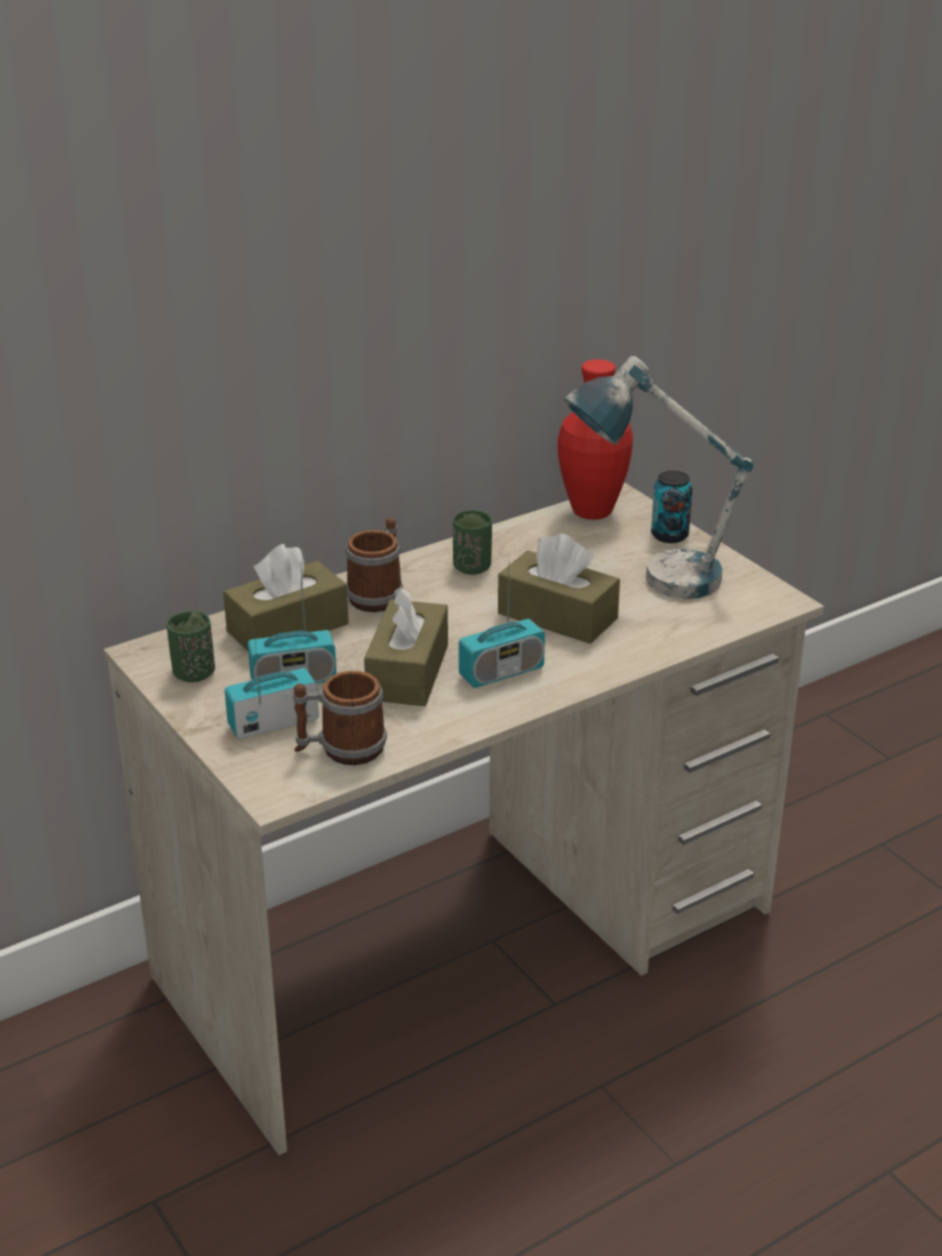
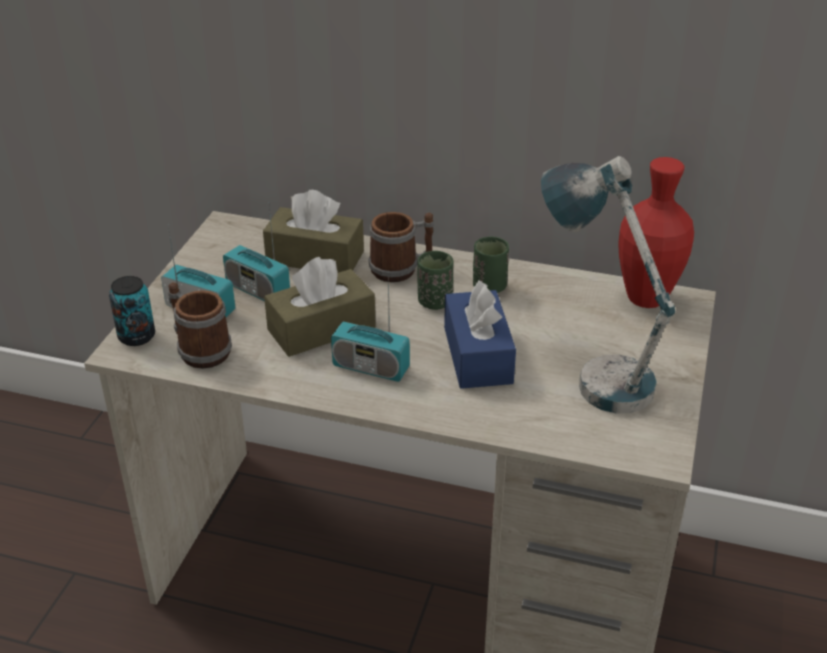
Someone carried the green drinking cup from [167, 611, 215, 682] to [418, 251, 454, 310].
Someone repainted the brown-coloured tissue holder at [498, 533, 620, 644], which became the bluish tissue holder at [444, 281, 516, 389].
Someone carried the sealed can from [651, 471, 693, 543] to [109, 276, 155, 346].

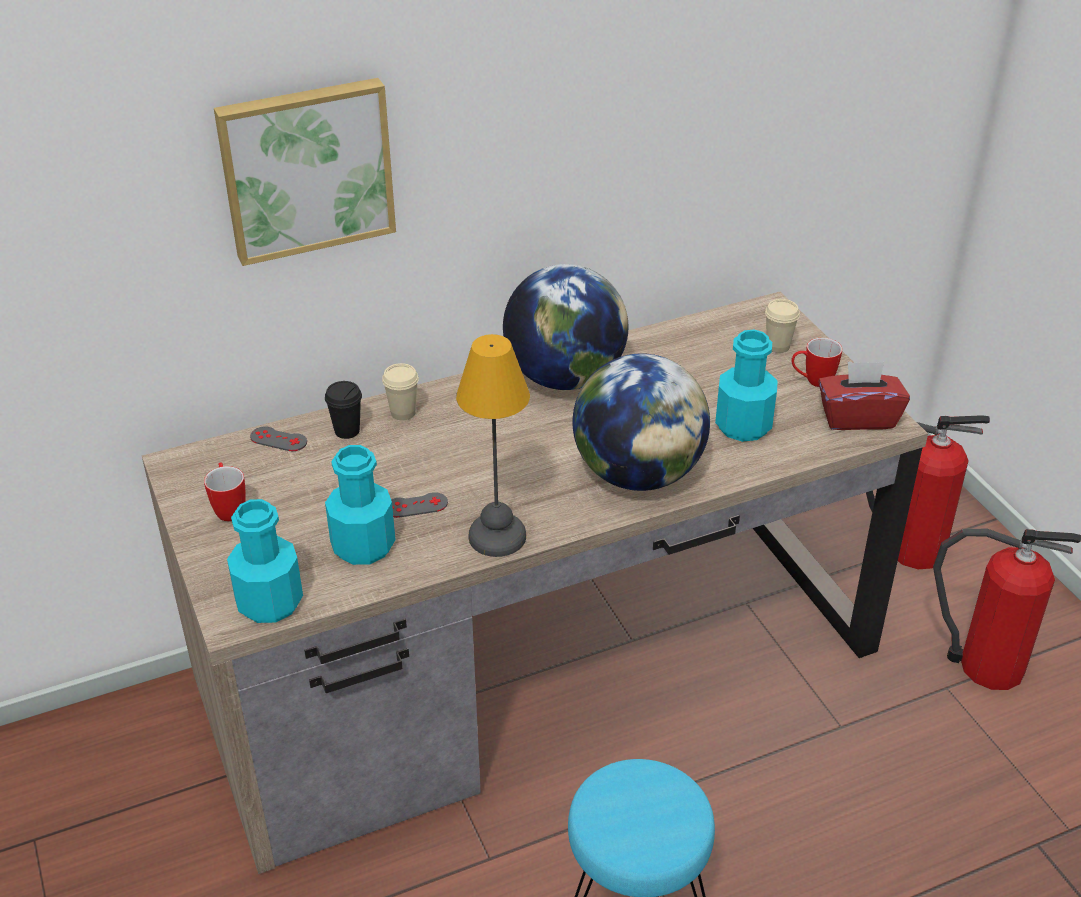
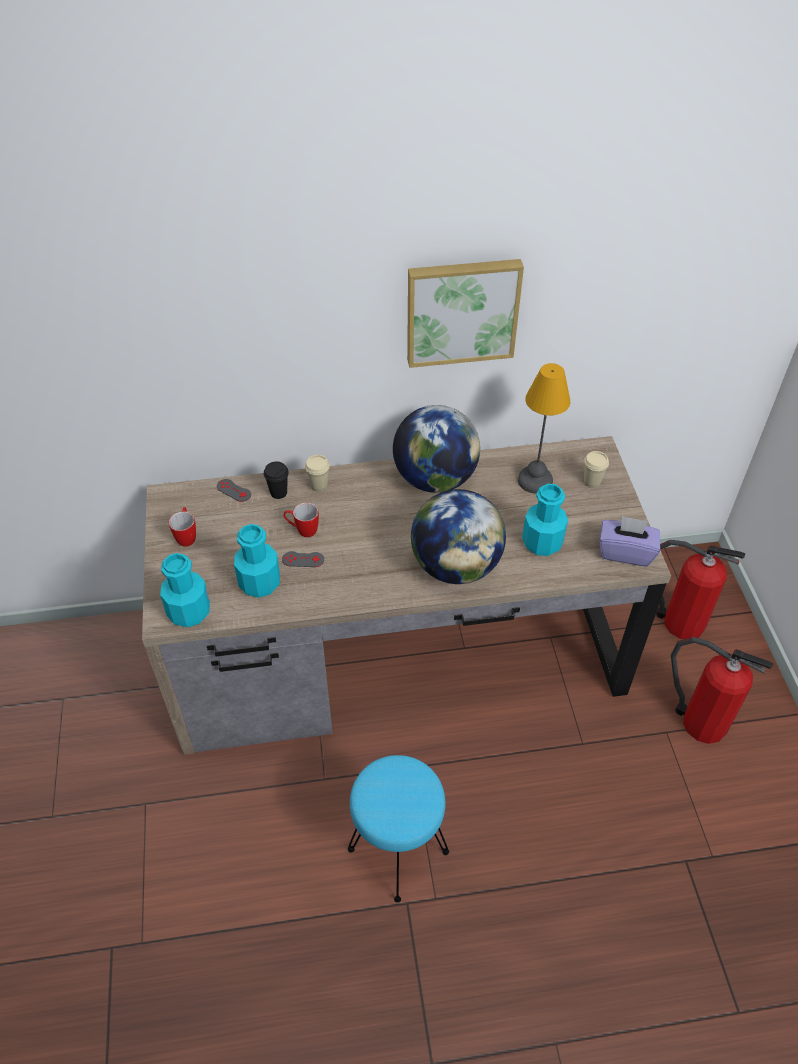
Someone carried the wall picture from [214, 78, 396, 266] to [407, 259, 524, 368].
Someone carried the tabletop lamp from [456, 334, 530, 557] to [518, 363, 570, 494].
Someone carried the tea mug from [791, 338, 842, 387] to [284, 502, 319, 537].
Someone repainted the red-coloured tissue holder at [818, 361, 910, 430], which became the purple-coloured tissue holder at [599, 516, 660, 567].

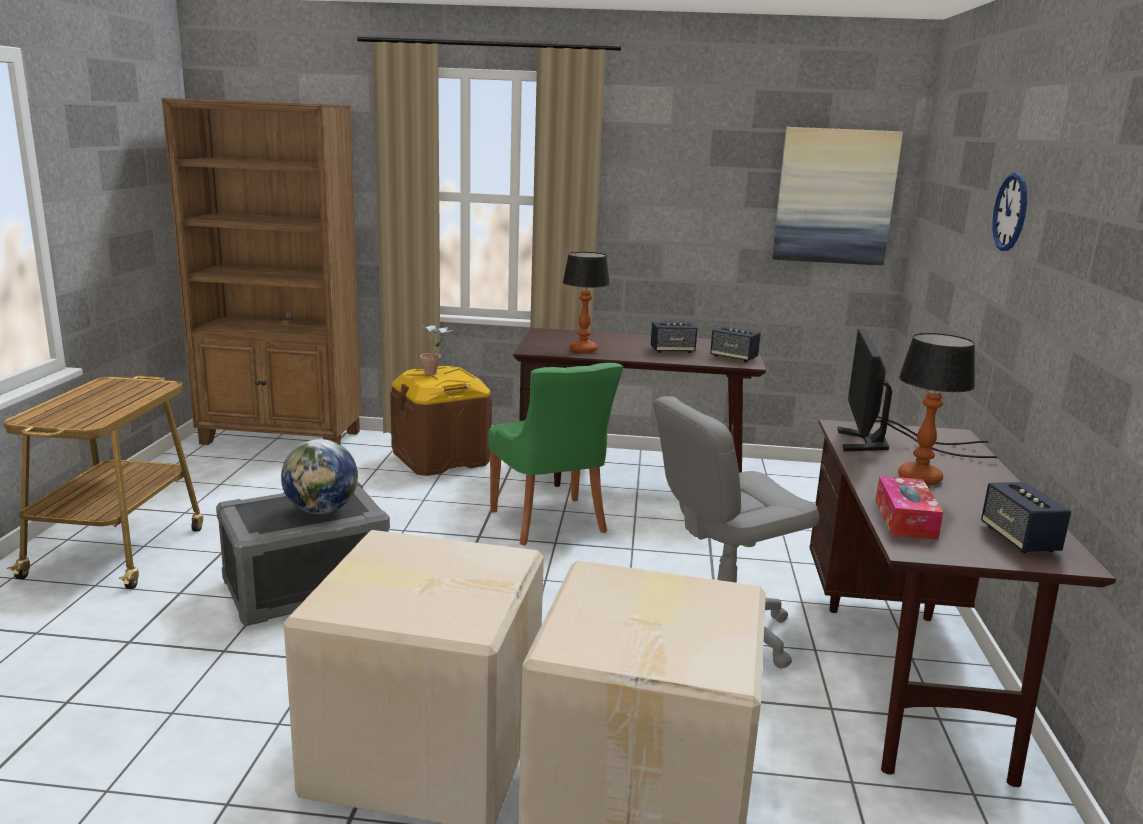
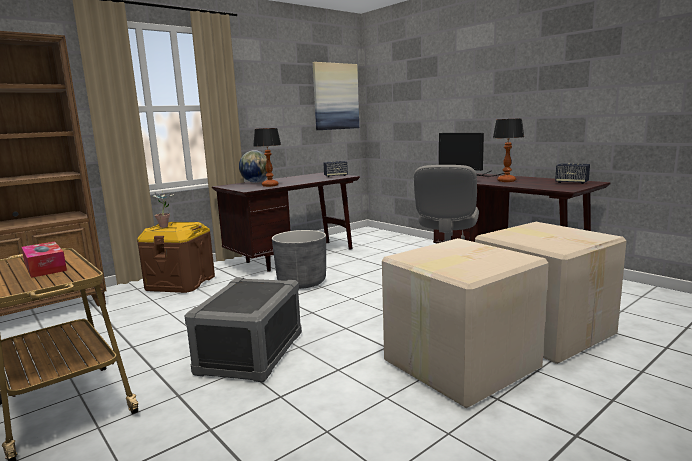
Someone carried the globe from [281, 439, 358, 514] to [239, 150, 267, 183].
Someone swapped the green plain chair at [488, 363, 623, 546] for the grey flower pot at [272, 230, 326, 289].
Someone took away the loudspeaker at [650, 322, 697, 353].
Someone carried the tissue holder from [876, 476, 943, 540] to [21, 241, 67, 278].
Someone took away the hanging clock at [992, 173, 1027, 251].

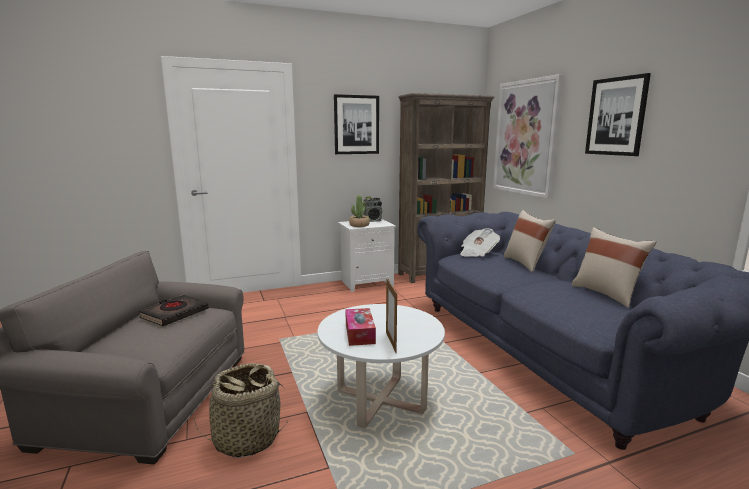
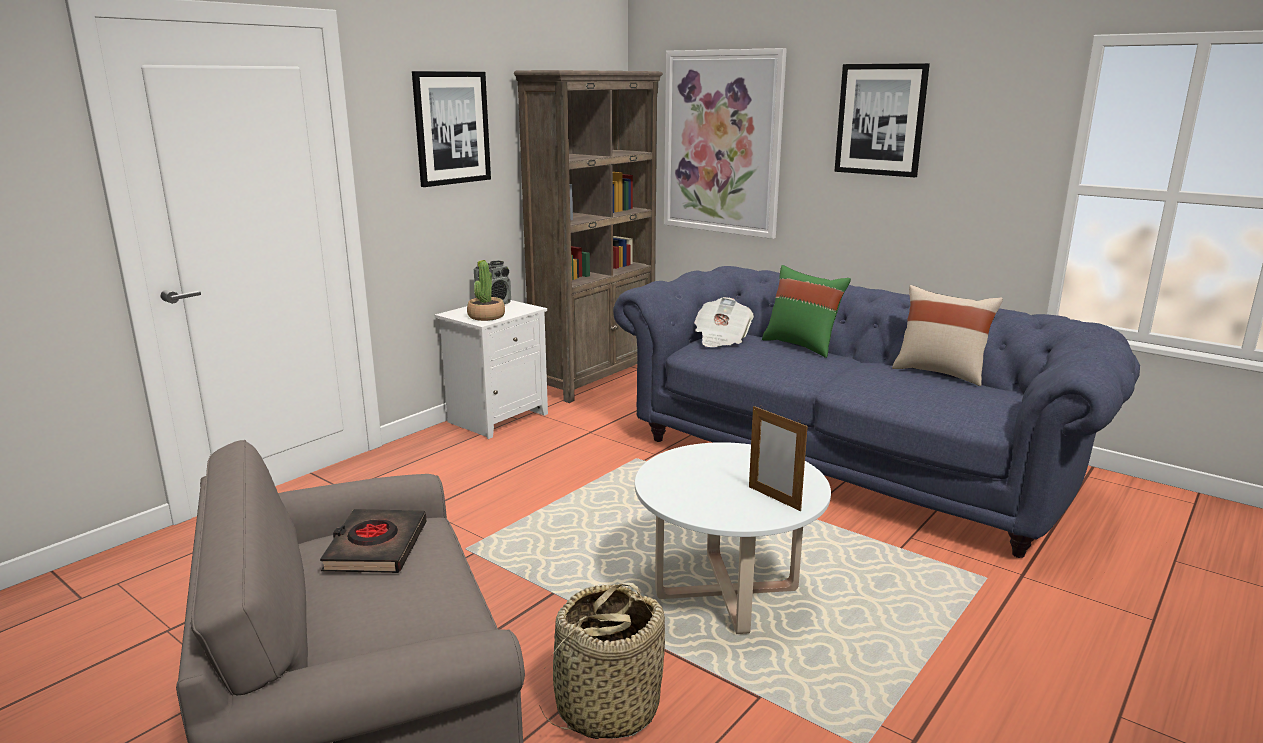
Someone took away the tissue holder at [345, 308, 376, 346].
Someone repainted the beige-coloured pillow at [504, 210, 556, 272], which became the green pillow at [762, 265, 851, 358].

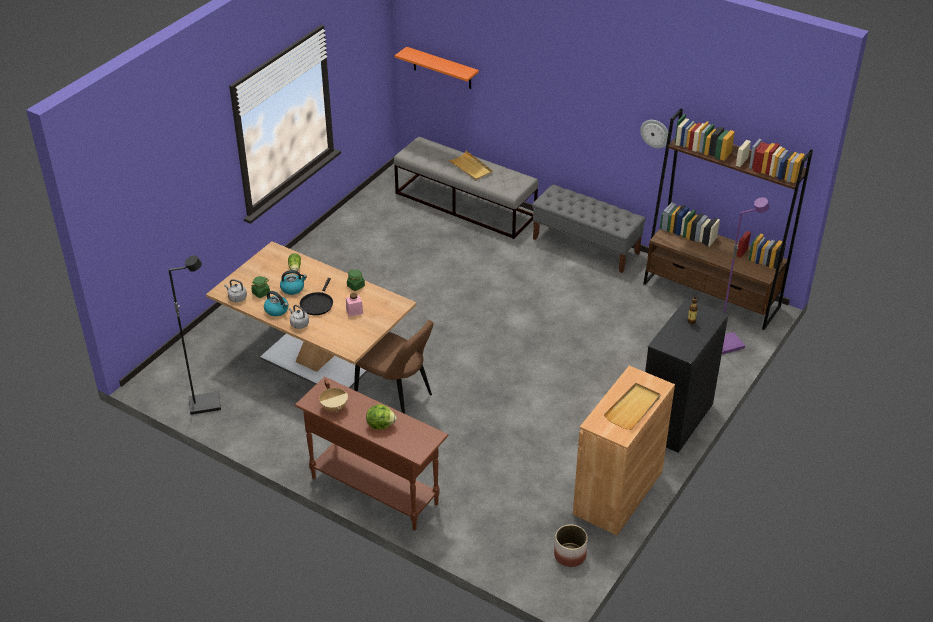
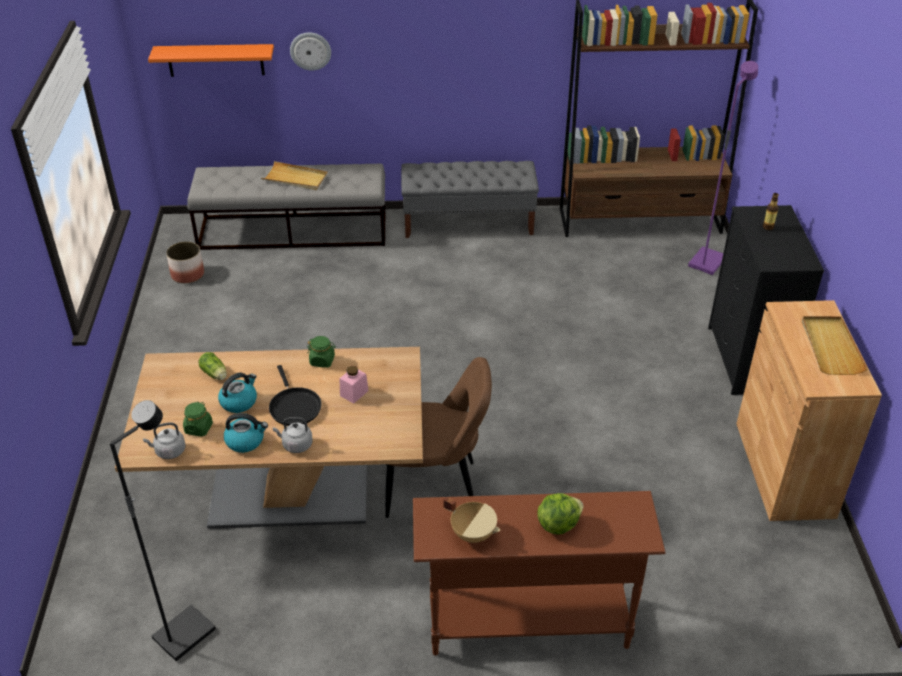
Someone carried the flower pot from [554, 525, 588, 567] to [166, 242, 204, 283].
Someone carried the hanging clock from [640, 120, 668, 148] to [290, 32, 331, 71].

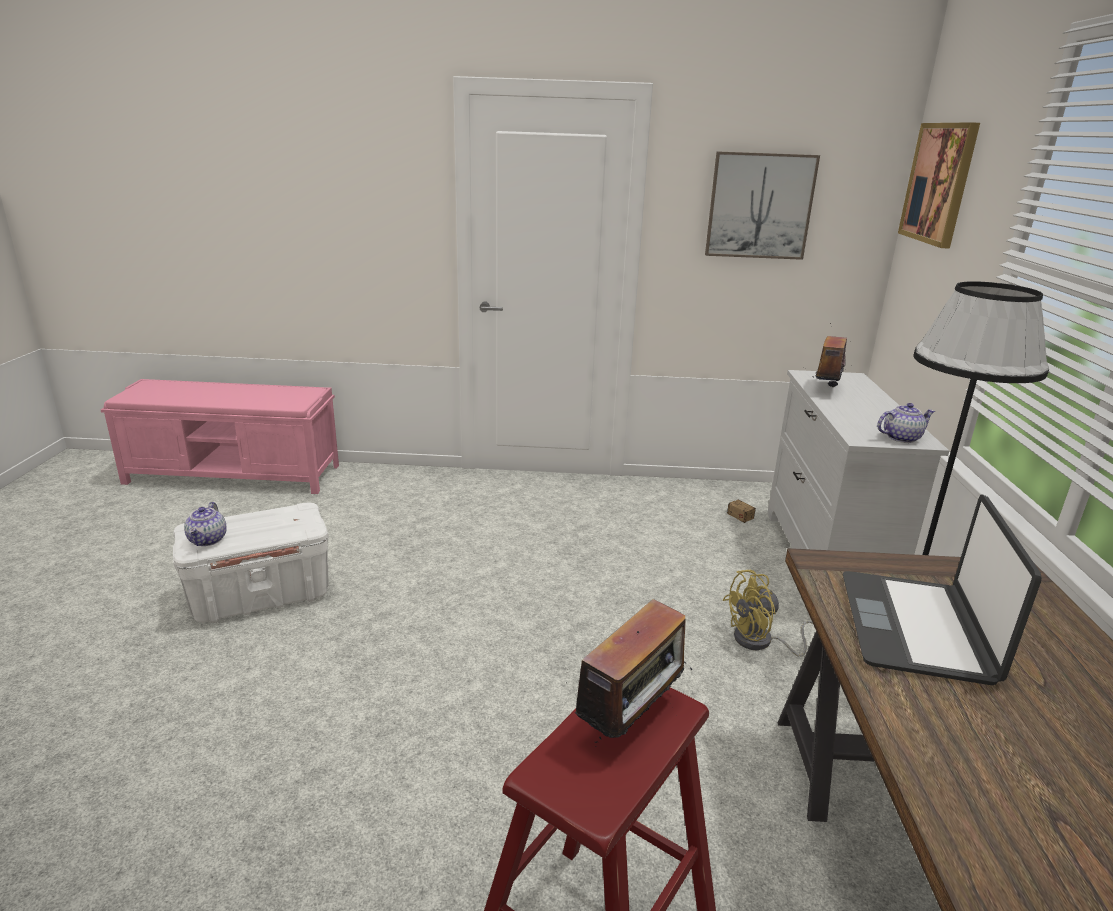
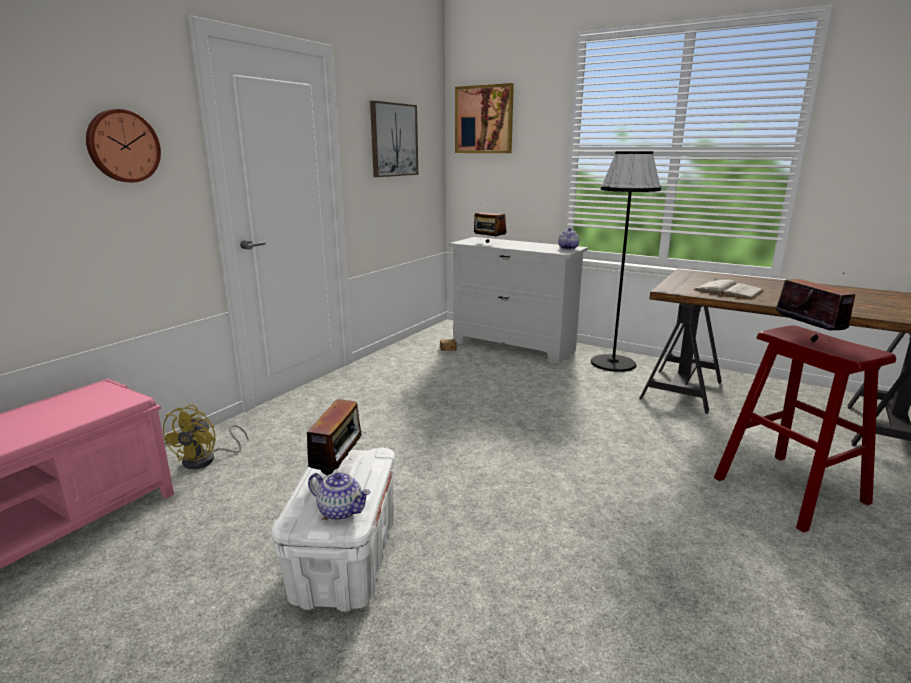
Someone carried the yellowish cooling fan from [723, 570, 813, 657] to [163, 404, 248, 469].
Someone swapped the laptop at [843, 494, 1042, 685] for the whitish book at [693, 278, 764, 299].
Someone put up the hanging clock at [86, 109, 161, 182].
Someone put down the radio receiver at [300, 399, 366, 479].

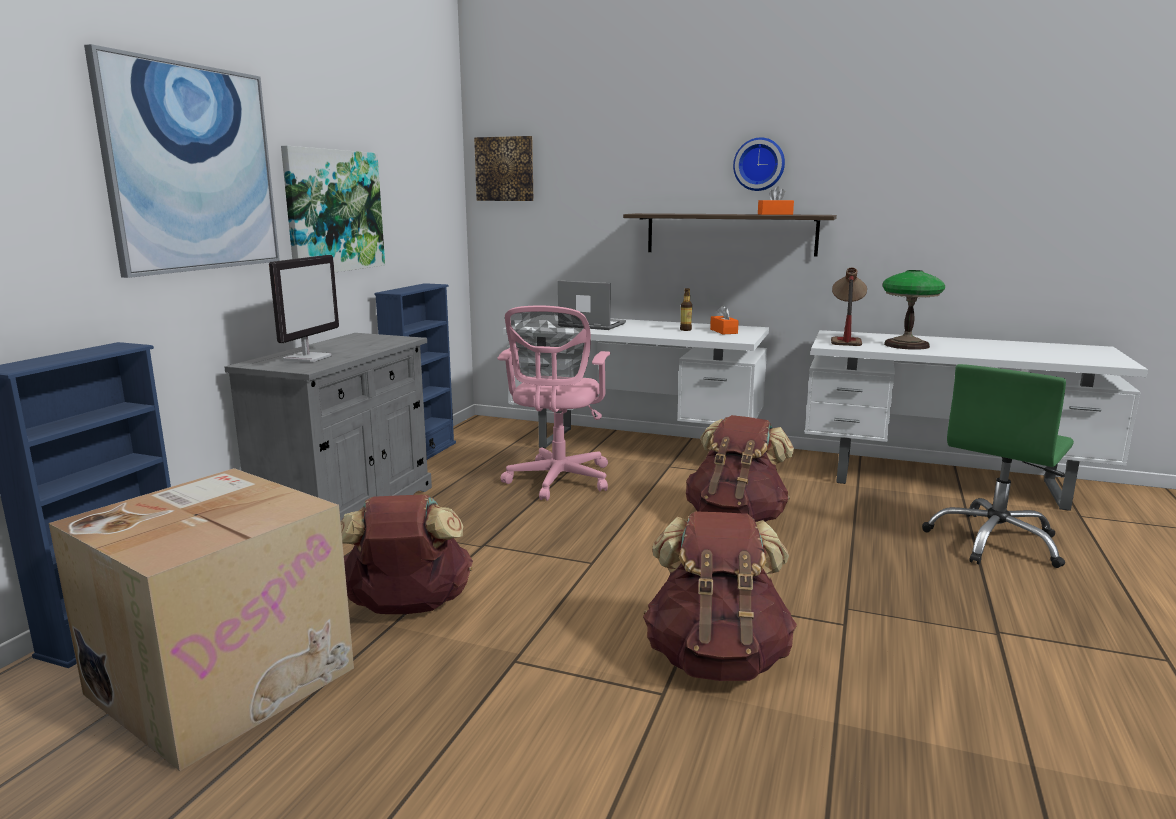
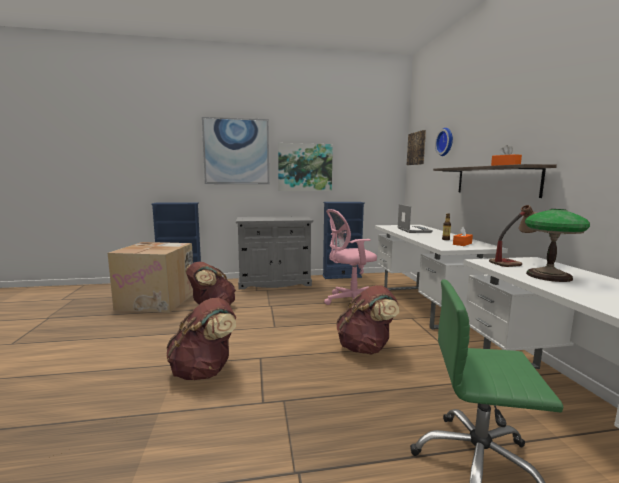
Someone took away the computer screen at [269, 255, 339, 362].
Someone carried the hanging clock from [733, 137, 785, 191] to [435, 128, 453, 156].

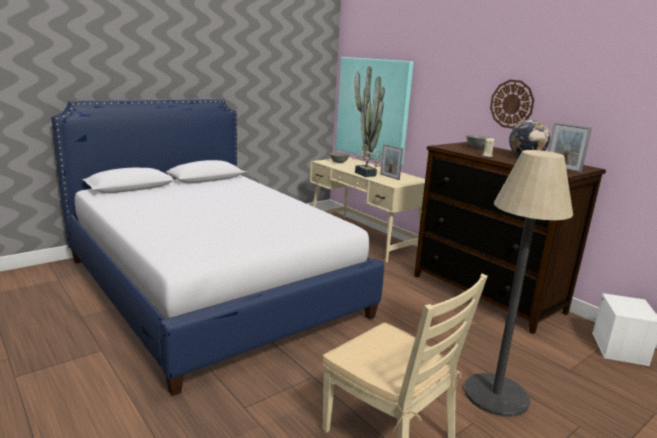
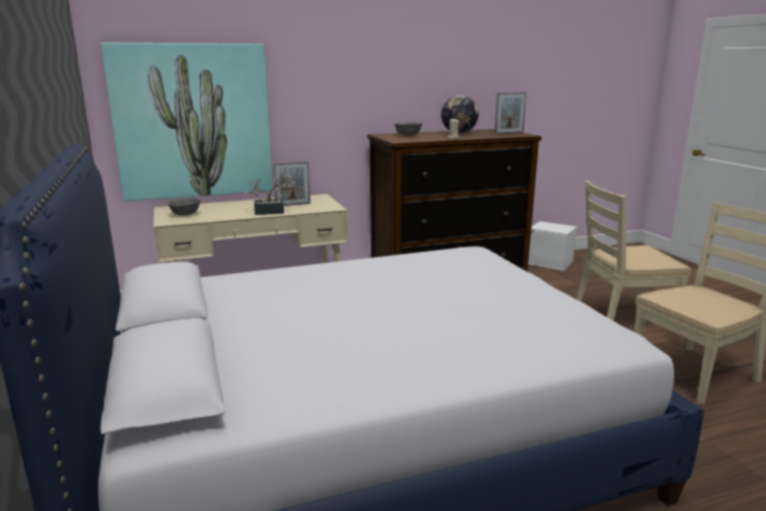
Someone swapped the standard lamp at [464, 150, 573, 417] for the beige-coloured plain chair at [576, 181, 692, 321].
Someone took away the hanging clock at [490, 80, 534, 129].

